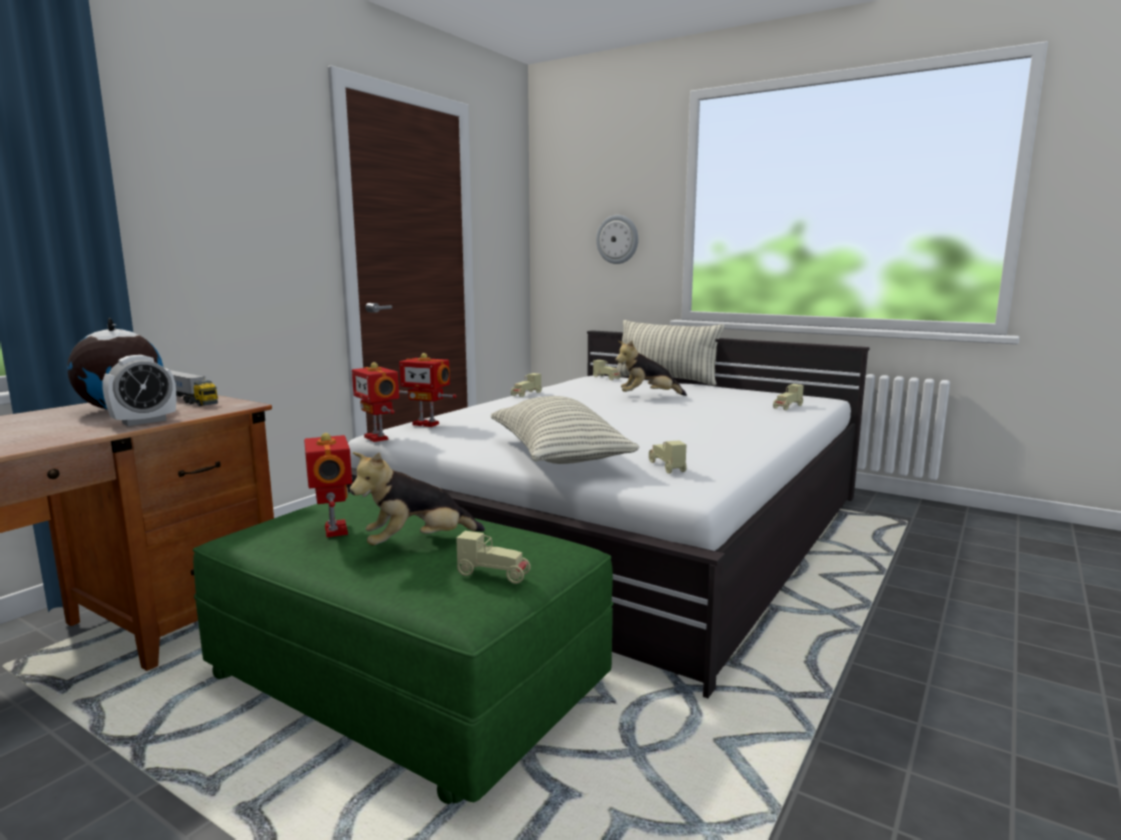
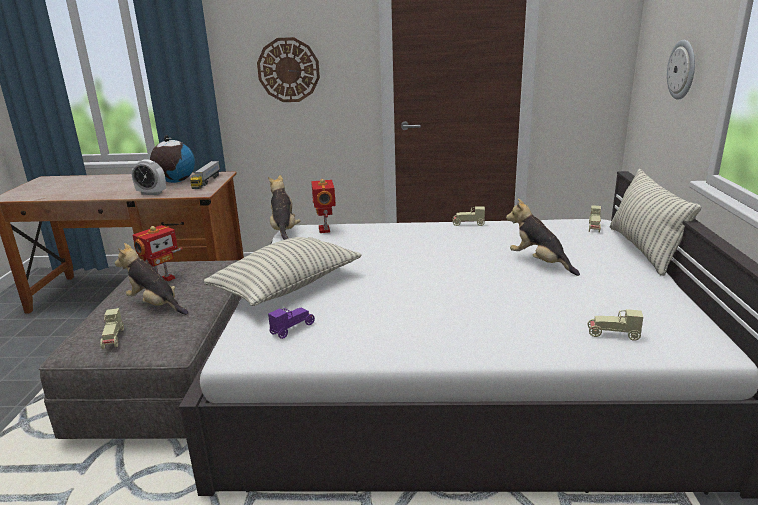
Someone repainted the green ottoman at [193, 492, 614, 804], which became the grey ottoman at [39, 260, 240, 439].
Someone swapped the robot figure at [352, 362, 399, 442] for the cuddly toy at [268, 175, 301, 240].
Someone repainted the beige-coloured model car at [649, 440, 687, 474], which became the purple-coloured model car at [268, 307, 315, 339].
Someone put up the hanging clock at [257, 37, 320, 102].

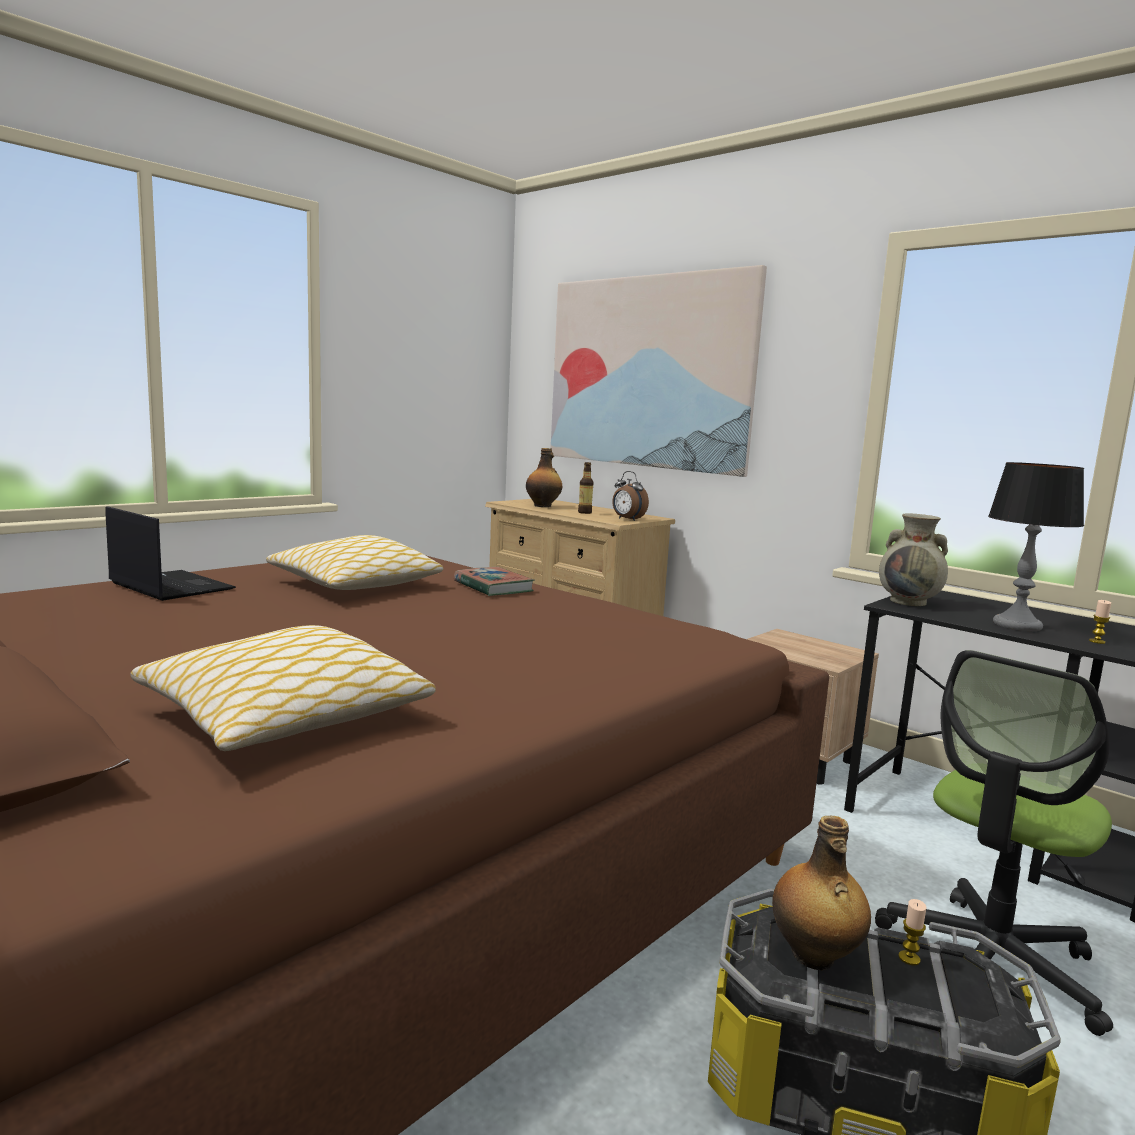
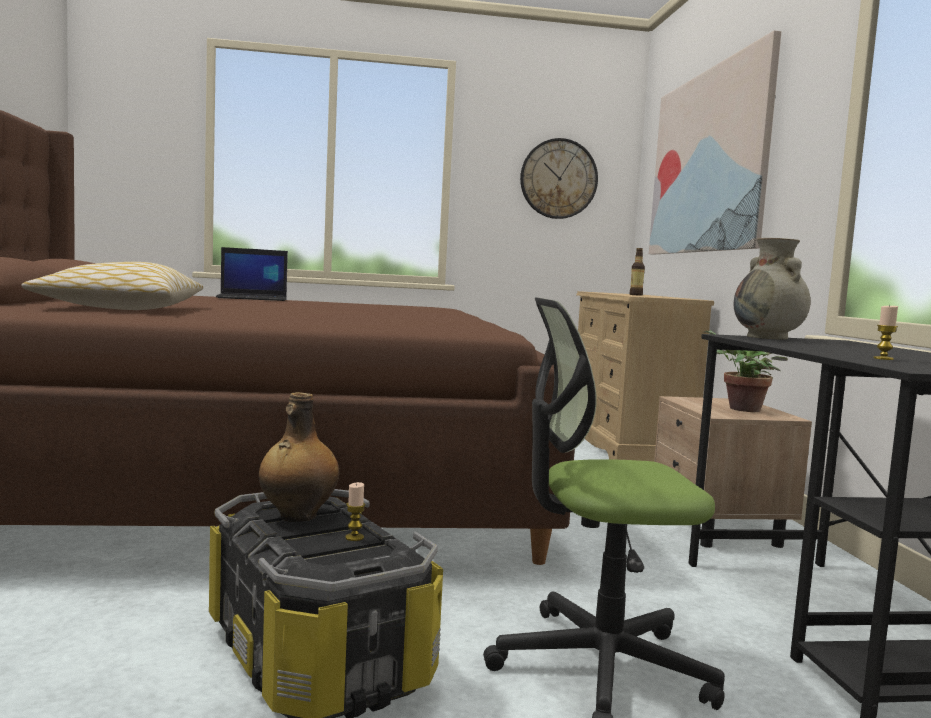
Someone rotated the laptop at [106, 506, 236, 601] by 90 degrees clockwise.
Someone took away the pillow at [266, 535, 444, 590].
Someone took away the book at [454, 567, 535, 596].
Someone took away the bottle at [526, 448, 562, 507].
Someone took away the alarm clock at [612, 471, 649, 521].
Someone took away the tabletop lamp at [988, 462, 1084, 631].
Someone put up the hanging clock at [520, 138, 598, 219].
Someone put down the plant in a pot at [702, 330, 788, 412].

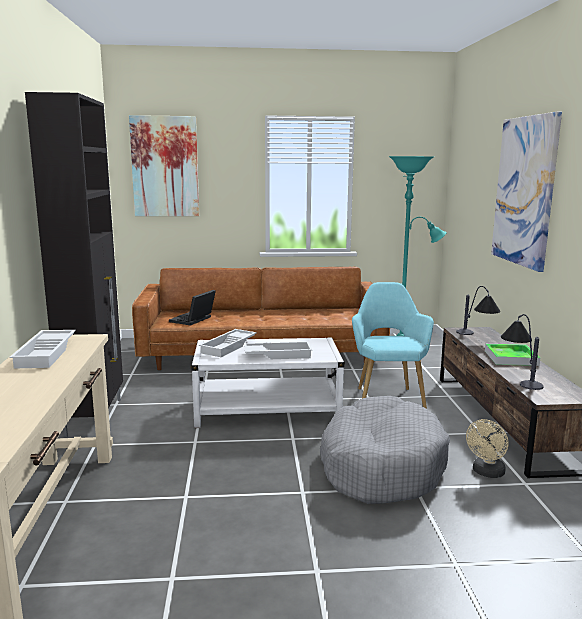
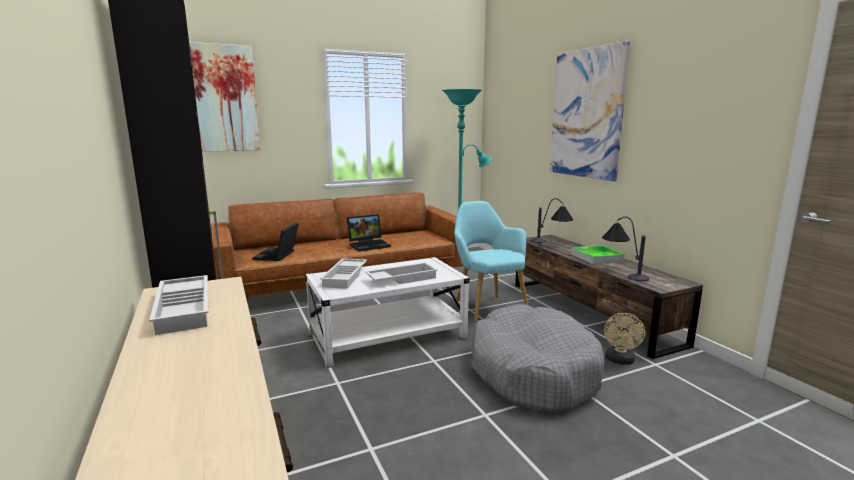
Someone put down the laptop at [347, 214, 391, 251].

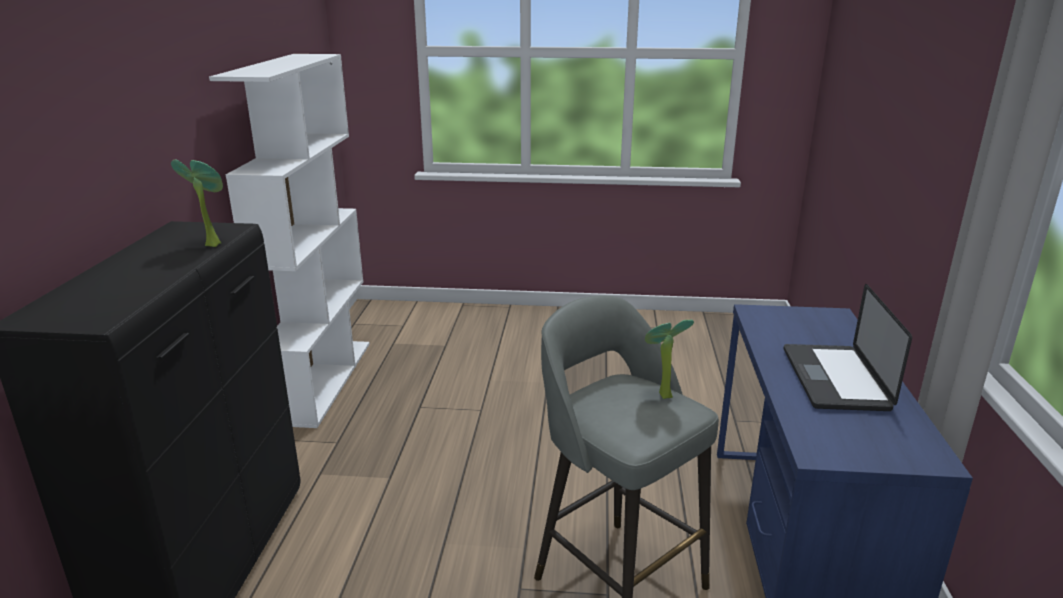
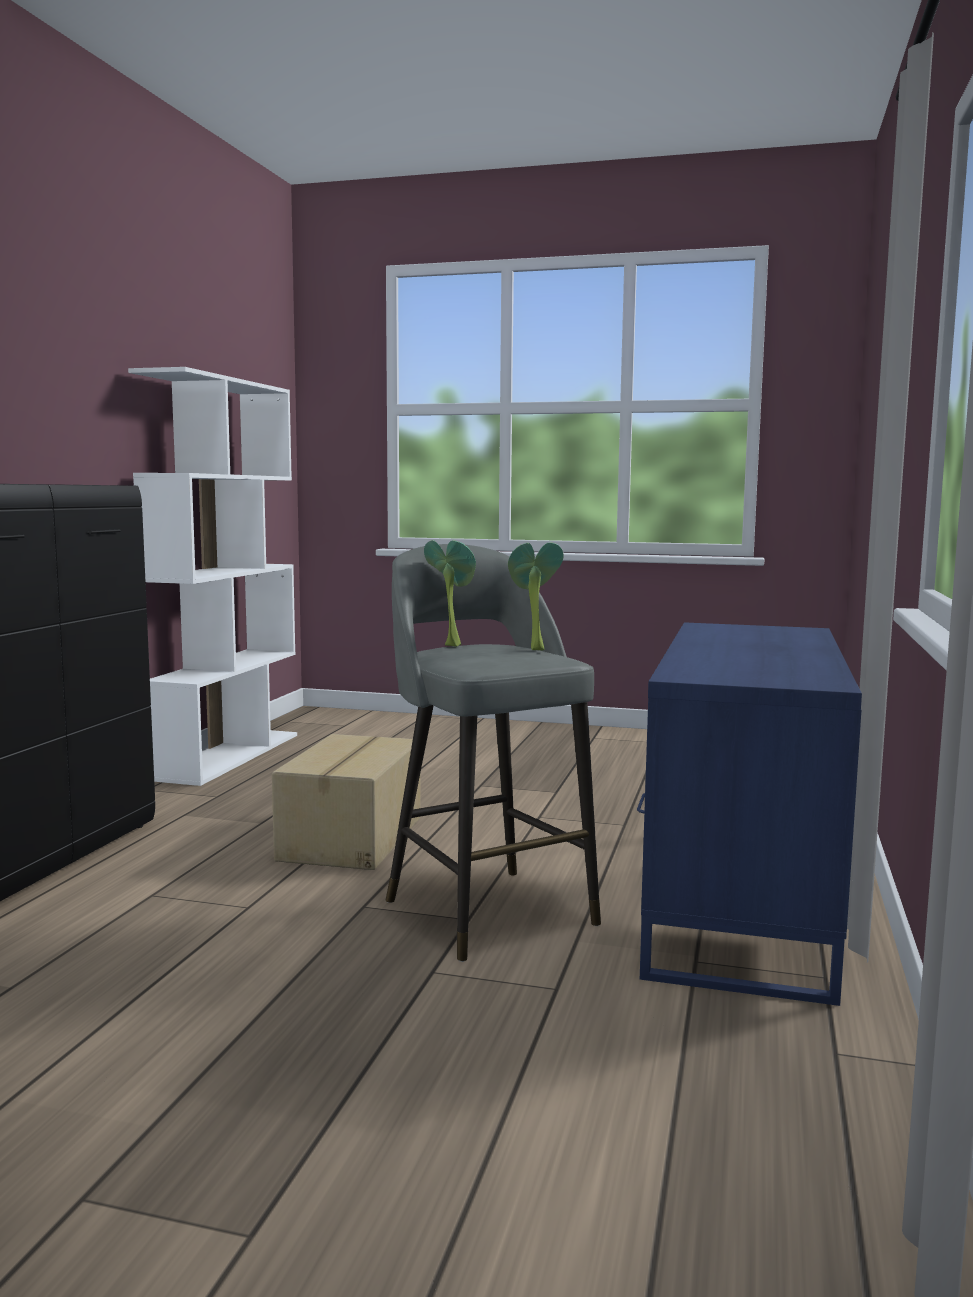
Someone carried the plant in a pot from [171, 159, 223, 247] to [424, 540, 476, 647].
Someone took away the laptop at [784, 284, 912, 411].
Someone put down the carton at [272, 734, 421, 870].

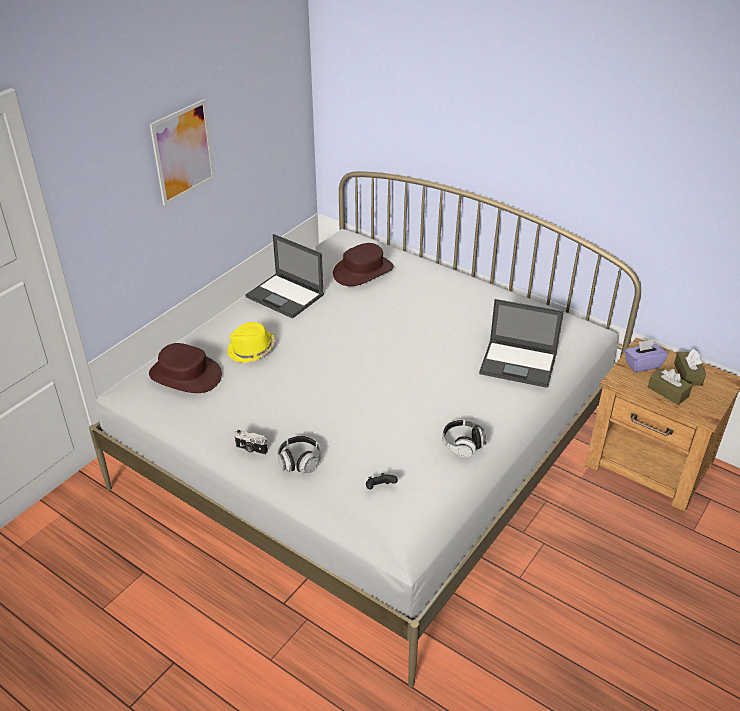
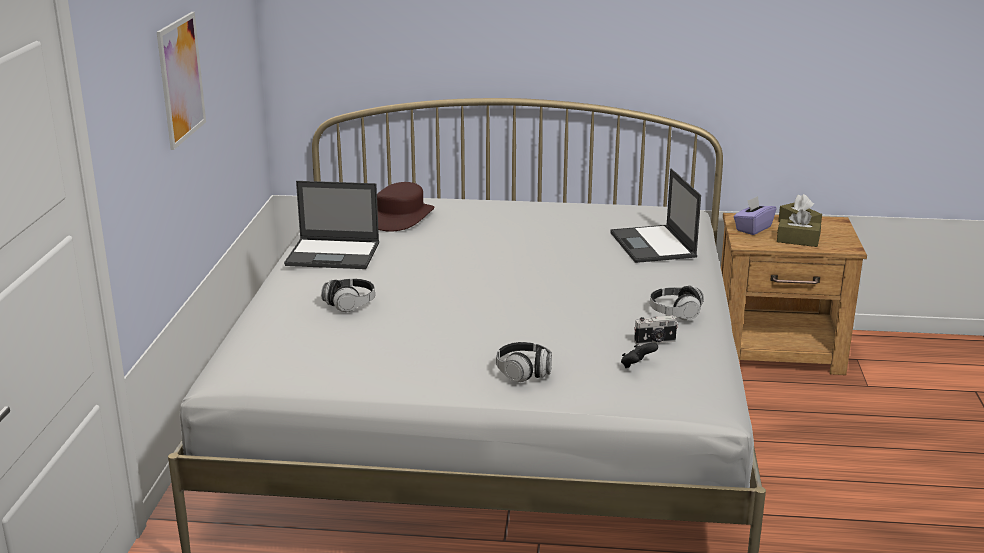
Someone took away the brown-coloured clothing hat at [149, 343, 222, 393].
Someone swapped the yellowish clothing hat at [227, 322, 275, 363] for the headphones at [321, 278, 375, 312].
Someone carried the still camera from [234, 430, 268, 455] to [634, 315, 678, 345].
Someone rotated the laptop at [479, 299, 564, 388] by 90 degrees clockwise.

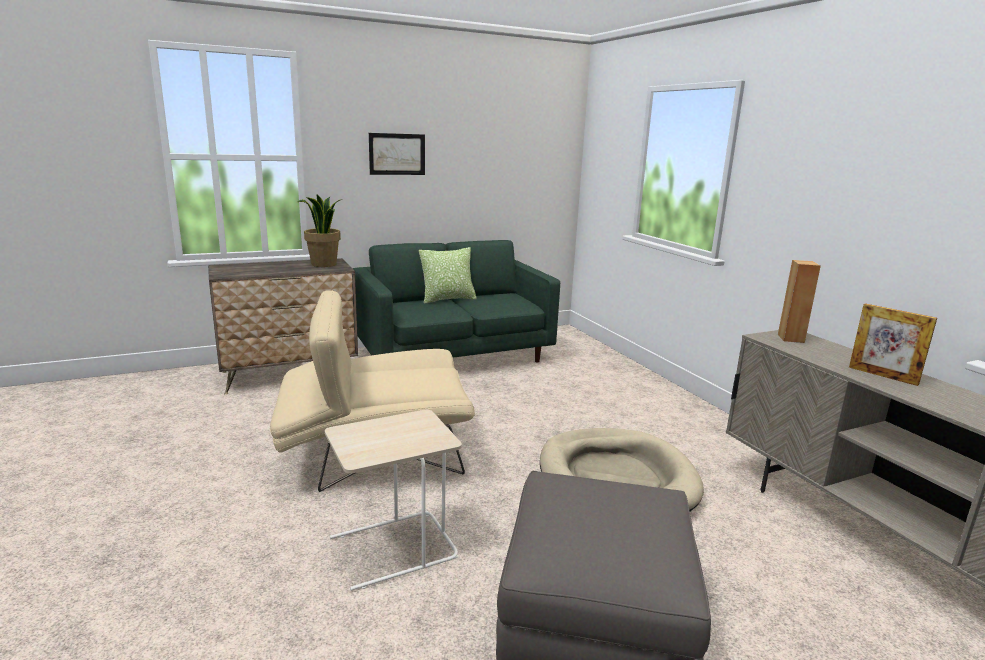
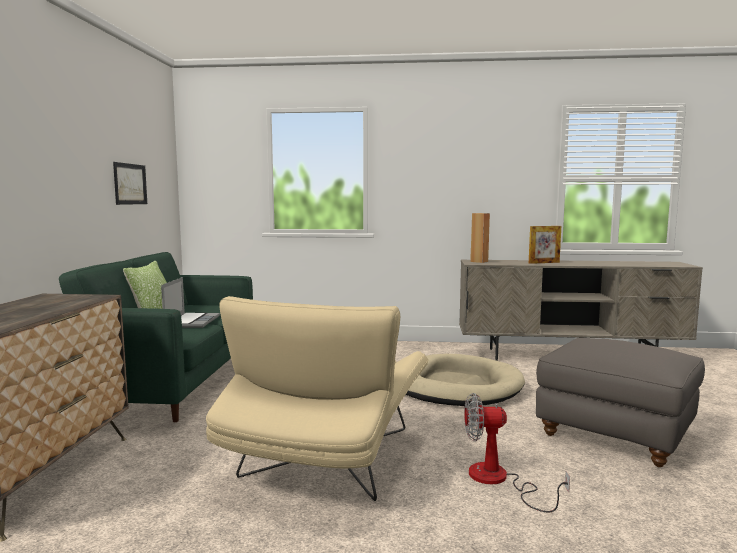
Someone took away the plant in a pot at [298, 195, 342, 267].
Someone swapped the beige-coloured side table at [325, 410, 462, 591] for the cooling fan at [464, 393, 570, 512].
Someone carried the wall picture from [369, 133, 425, 175] to [113, 162, 147, 205].
Someone put down the laptop at [161, 277, 220, 328].

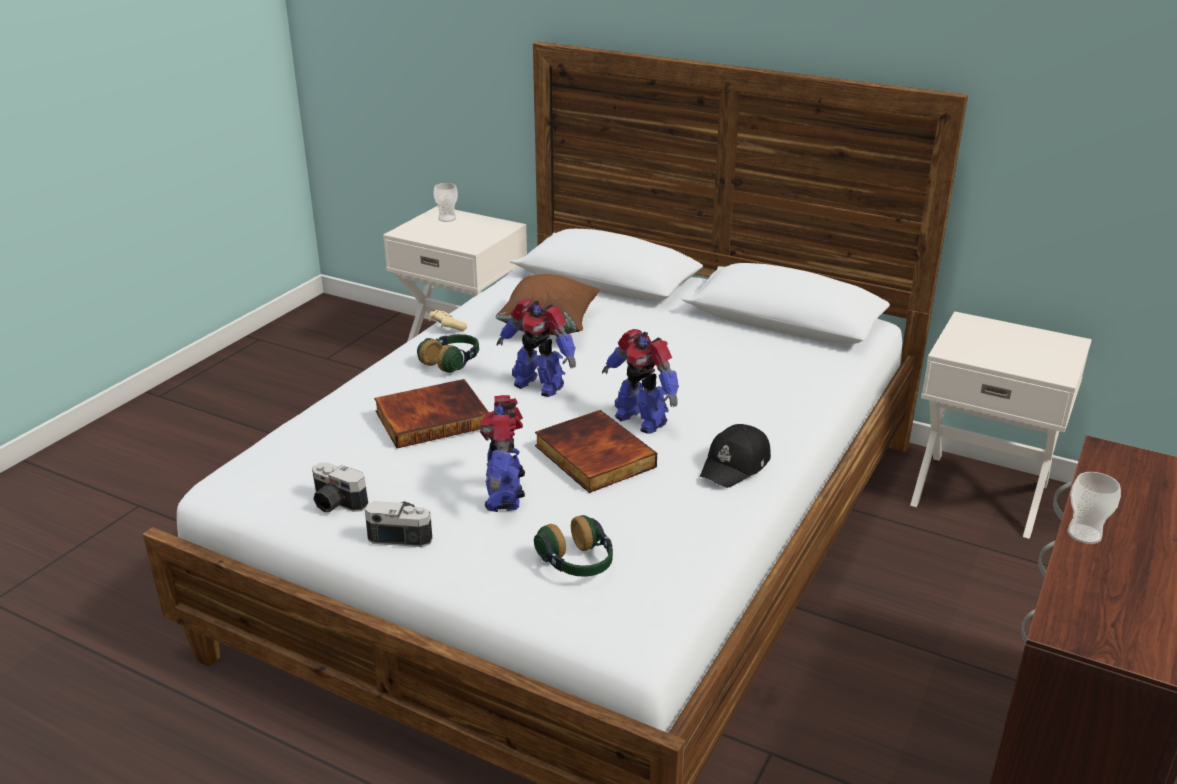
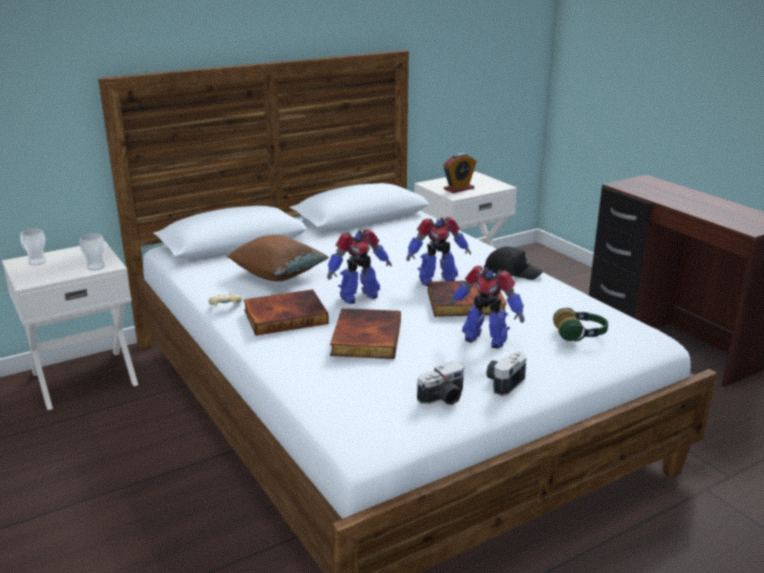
Someone swapped the headphones at [417, 334, 479, 373] for the book at [243, 289, 329, 336].
Someone rotated the black cap at [700, 424, 771, 488] by 45 degrees counterclockwise.
Someone carried the drinking cup from [1067, 472, 1121, 544] to [79, 233, 105, 270].
Someone put down the alarm clock at [443, 153, 477, 193].

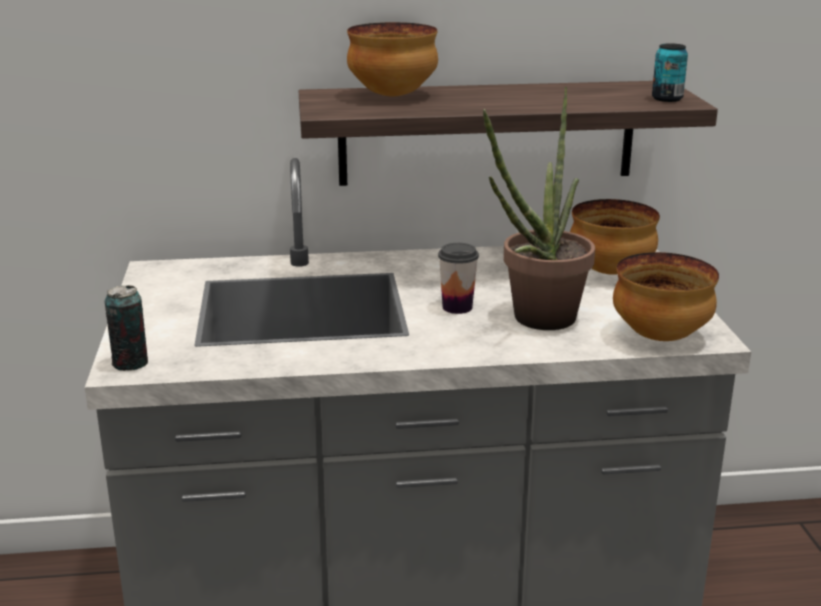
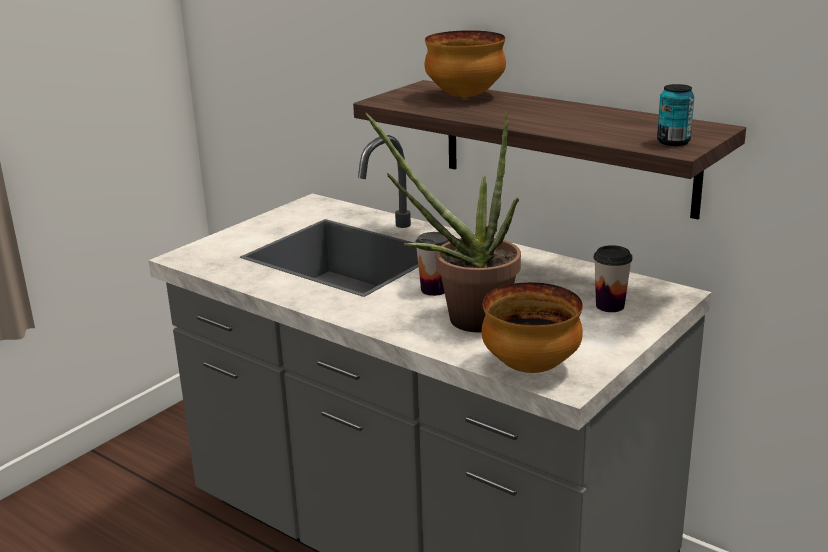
Someone took away the sealed can at [104, 285, 148, 371].
Someone swapped the deep dish at [570, 199, 660, 275] for the drinking cup at [594, 245, 632, 312].

